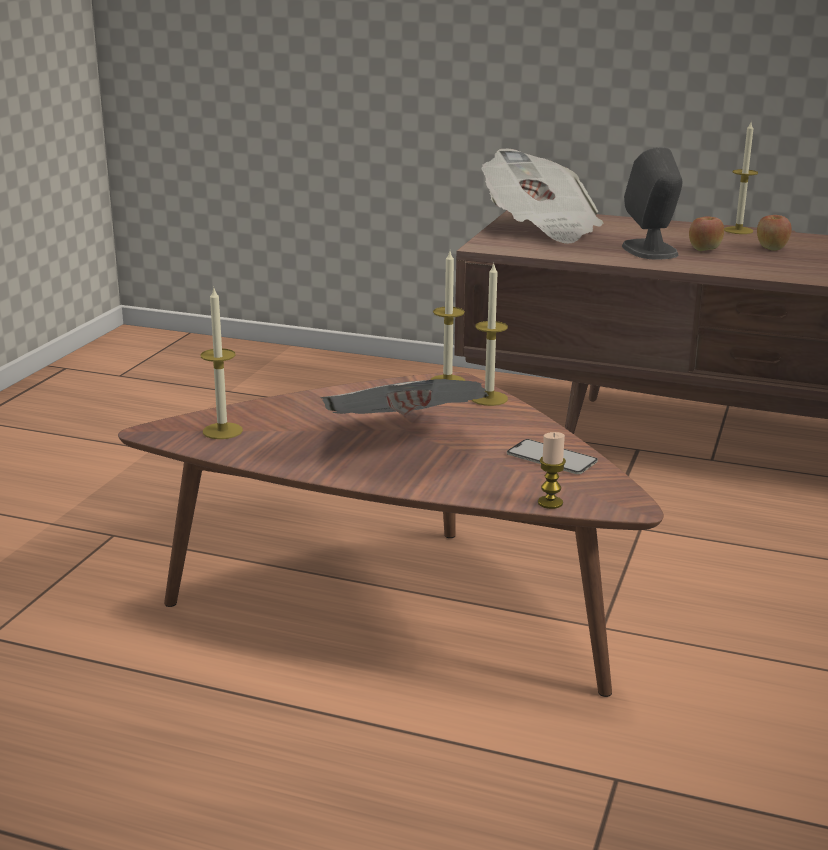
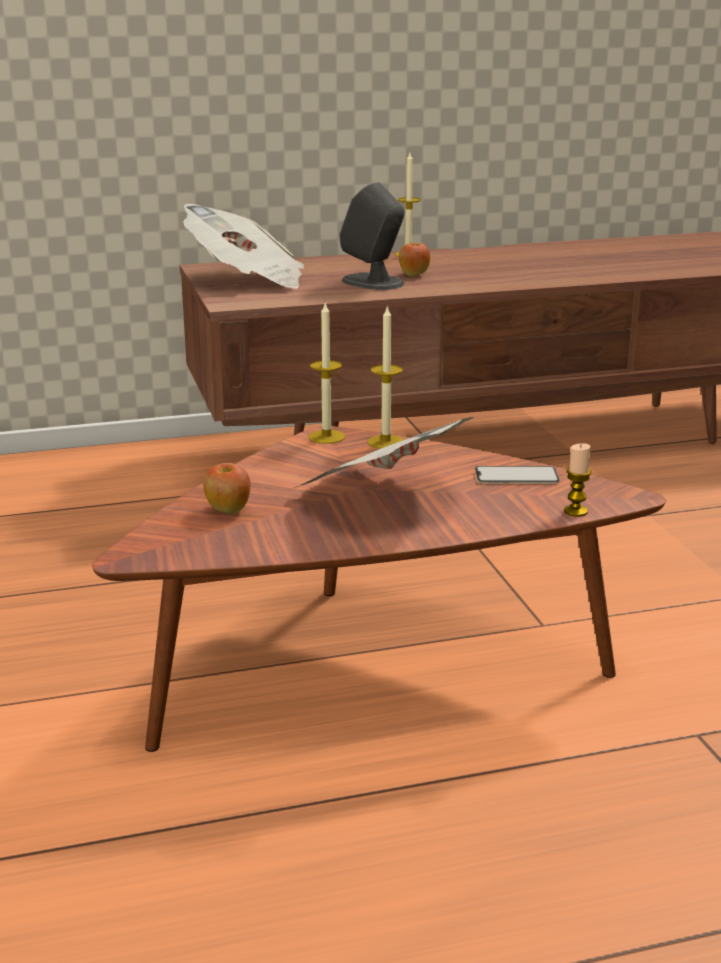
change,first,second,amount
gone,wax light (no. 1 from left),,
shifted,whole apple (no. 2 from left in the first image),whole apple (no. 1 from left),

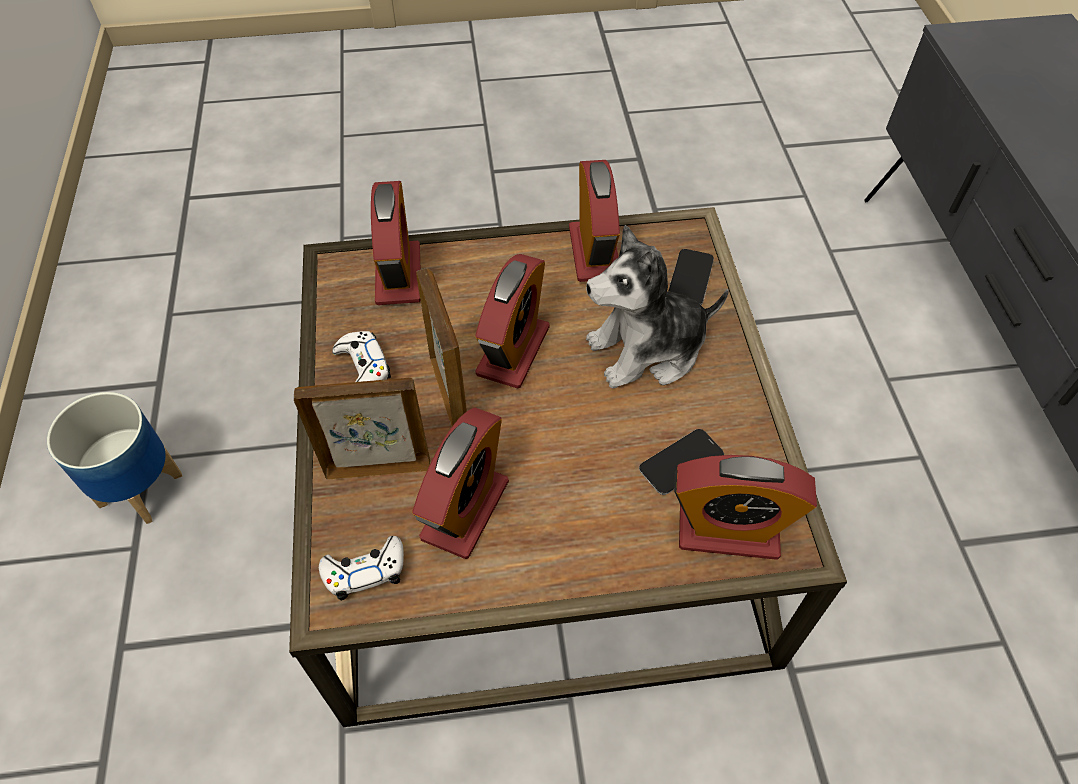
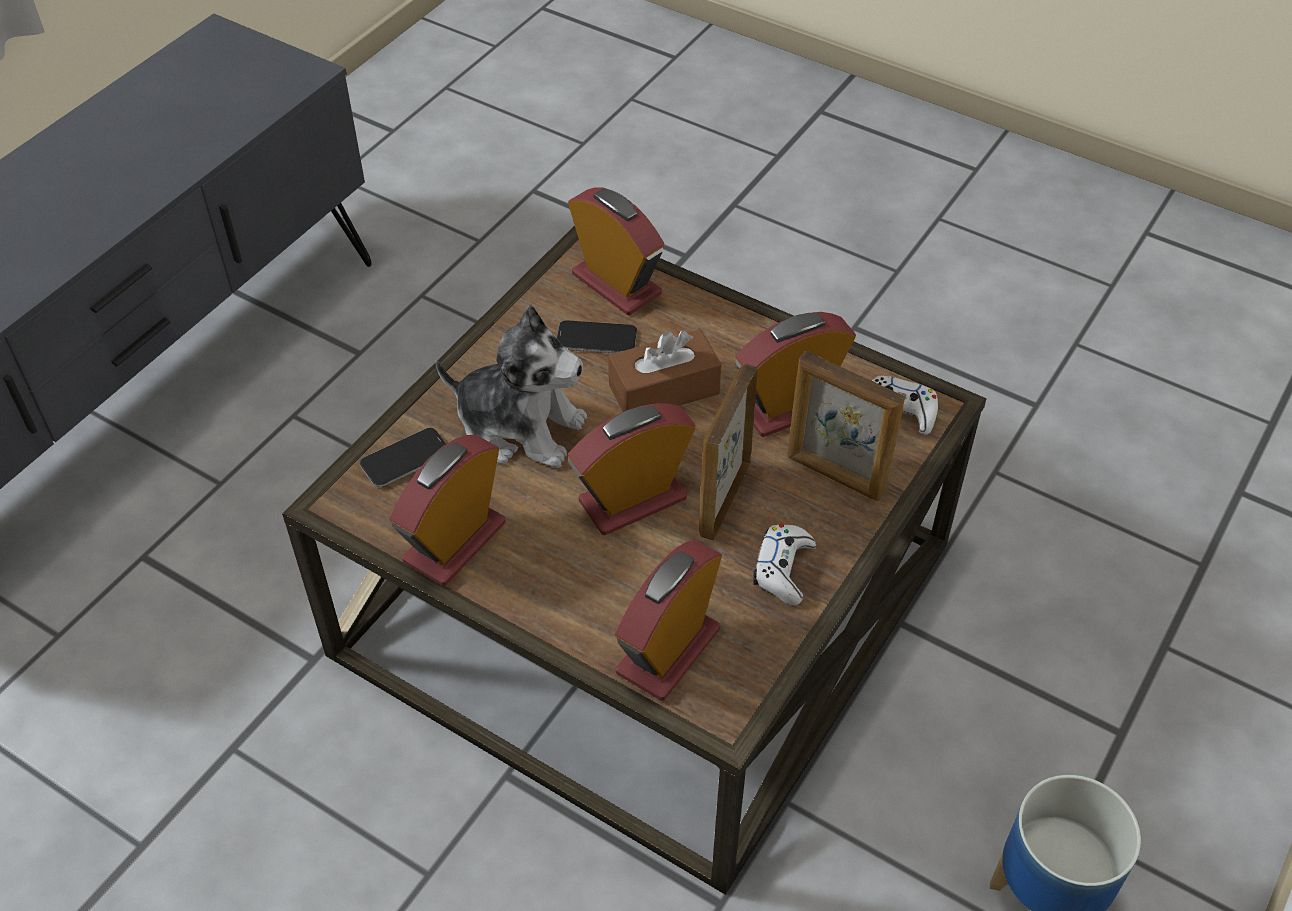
change,first,second,amount
new,,brownish box of tissues,

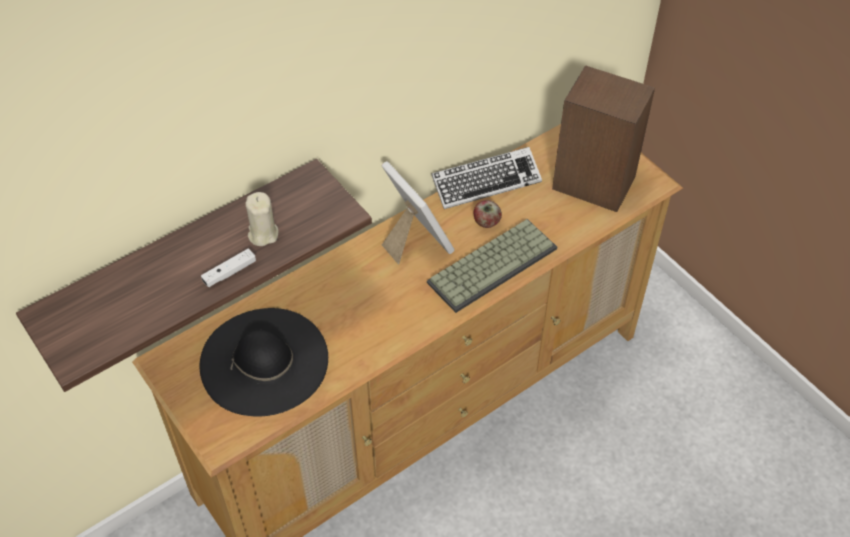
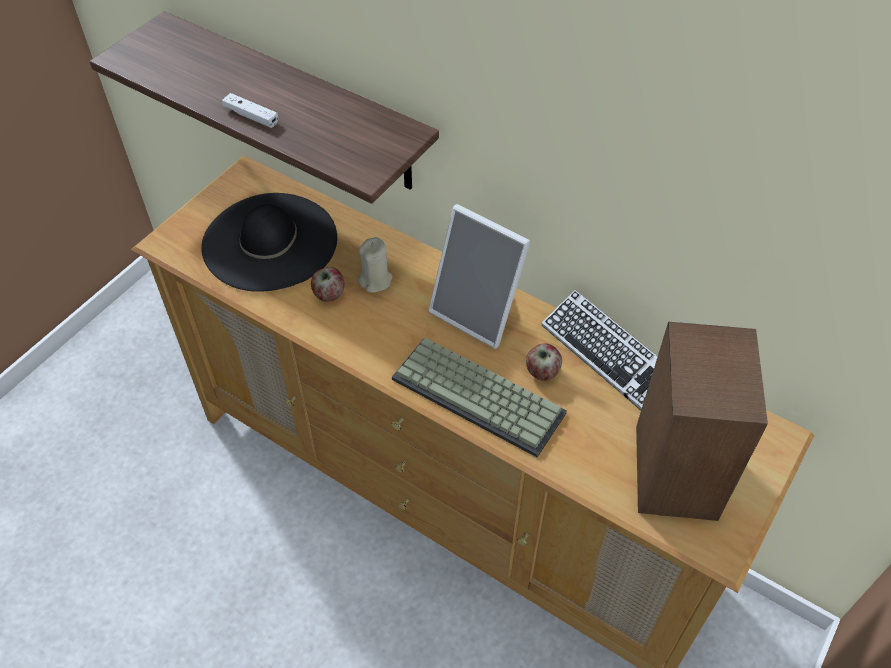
change,first,second,amount
new,,whole apple (no. 1 from left),
shifted,sand-coloured wax light,,
rotated,picture frame,,90 degrees clockwise

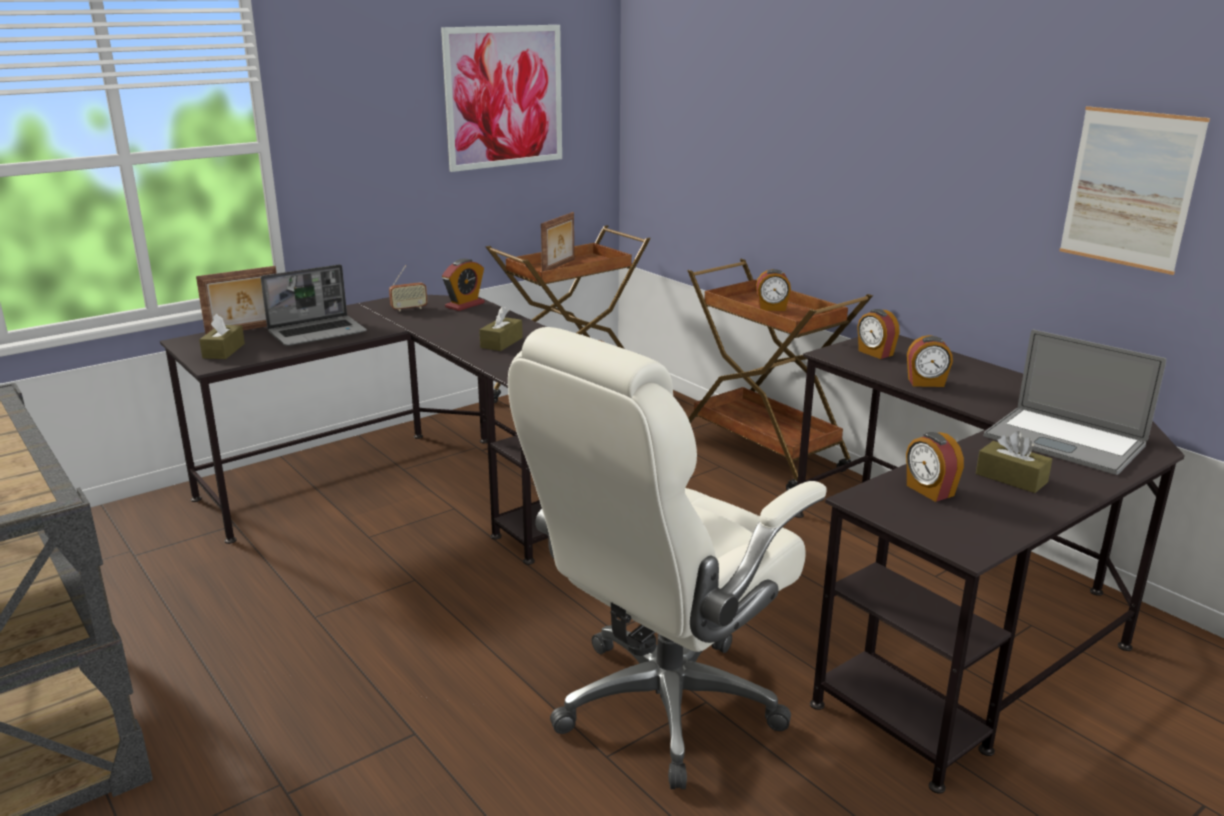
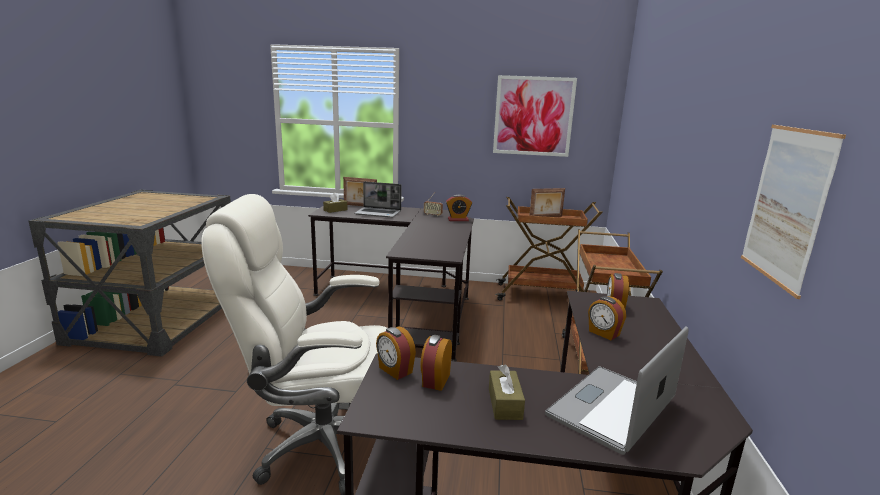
change,first,second,amount
gone,brownish box of tissues (no. 2 from left),,
shifted,alarm clock (no. 2 from left in the first image),alarm clock (no. 1 from left),
rotated,laptop (no. 2 from left),,45 degrees clockwise

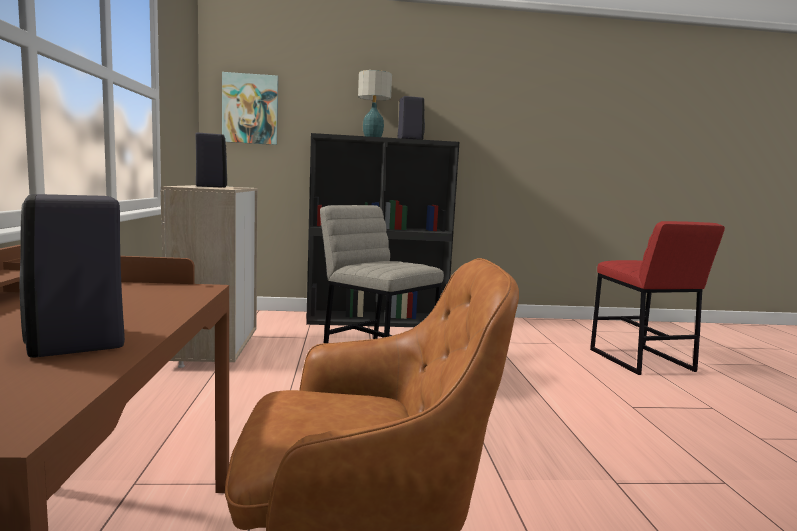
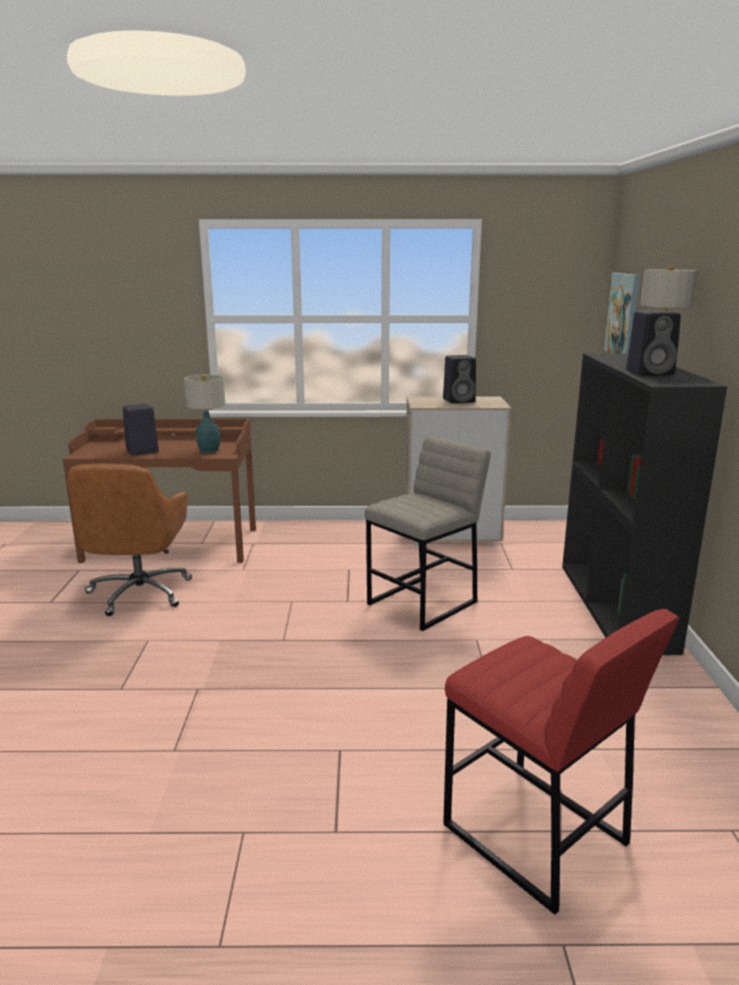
change,first,second,amount
new,,table lamp (no. 1 from left),
rotated,red-coloured plain chair,,120 degrees counterclockwise

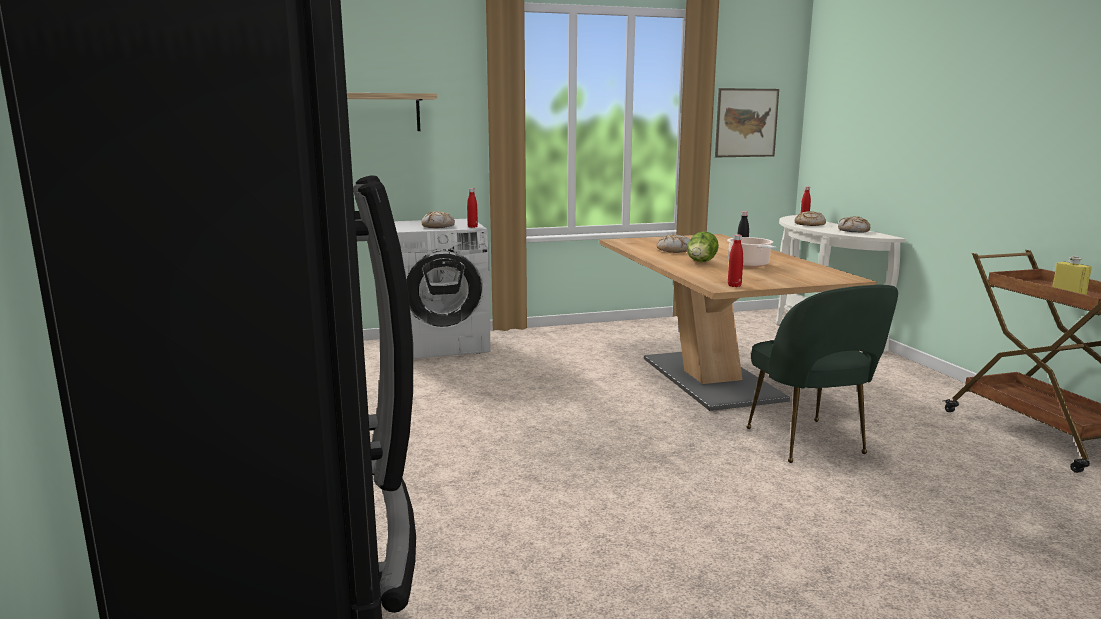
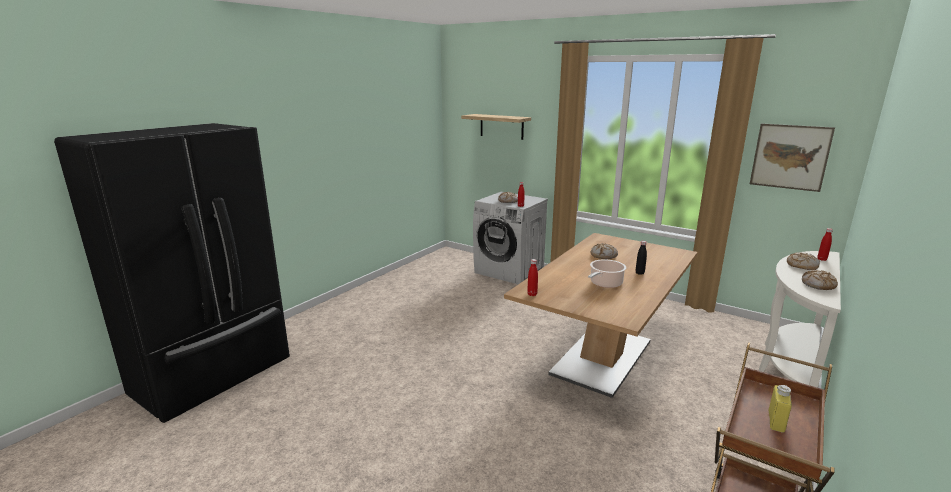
change,first,second,amount
gone,lettuce head,,
gone,green-coloured plain chair,,

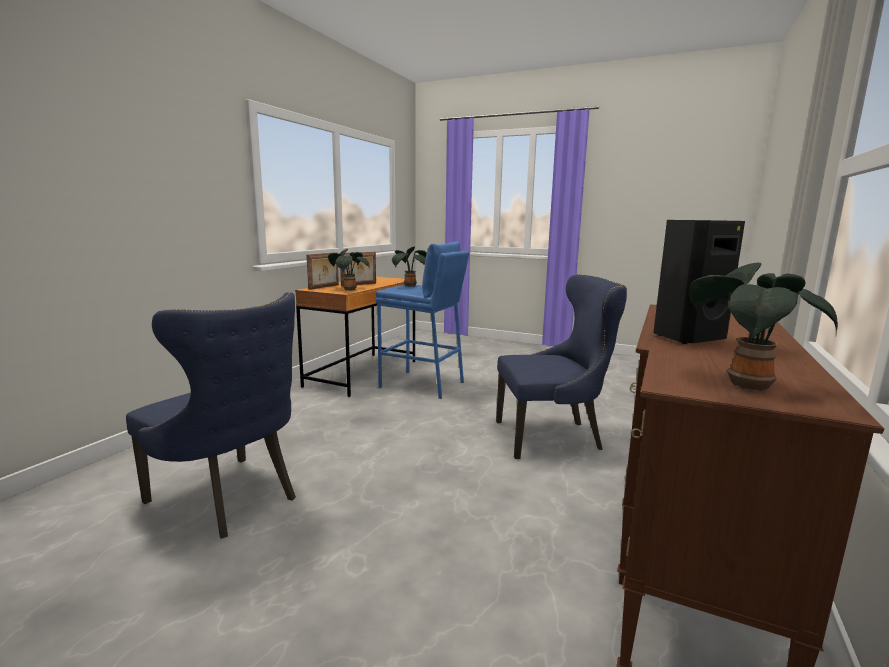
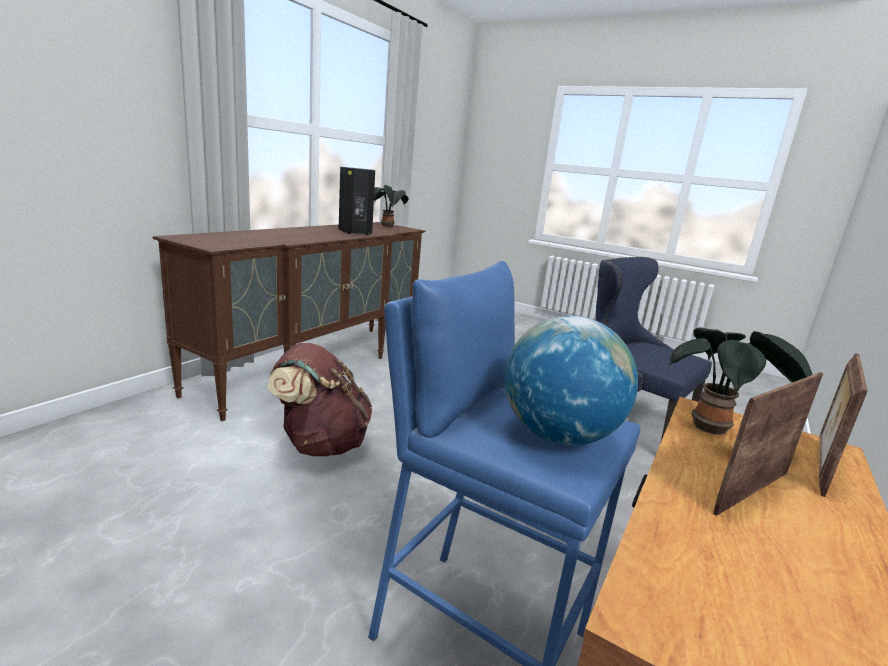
change,first,second,amount
swapped,plant in a pot (no. 2 from left),world globe,
swapped,bluish plain chair (no. 2 from left),brownish rucksack,

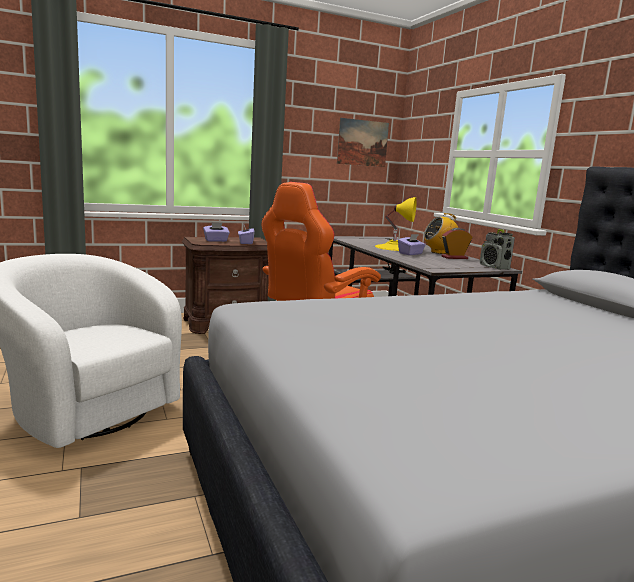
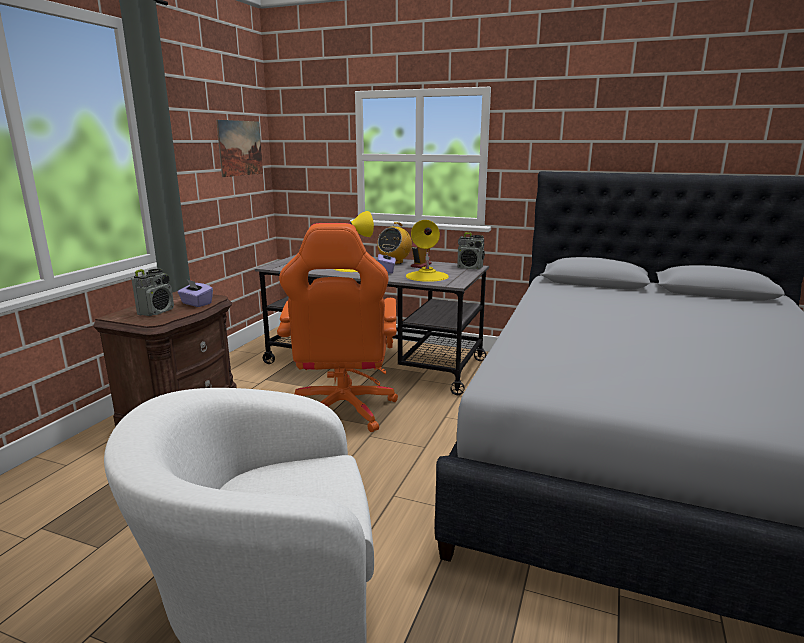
change,first,second,amount
new,,yellowish table lamp (no. 2 from left),
swapped,purple box of tissues (no. 1 from left),radio (no. 1 from left),

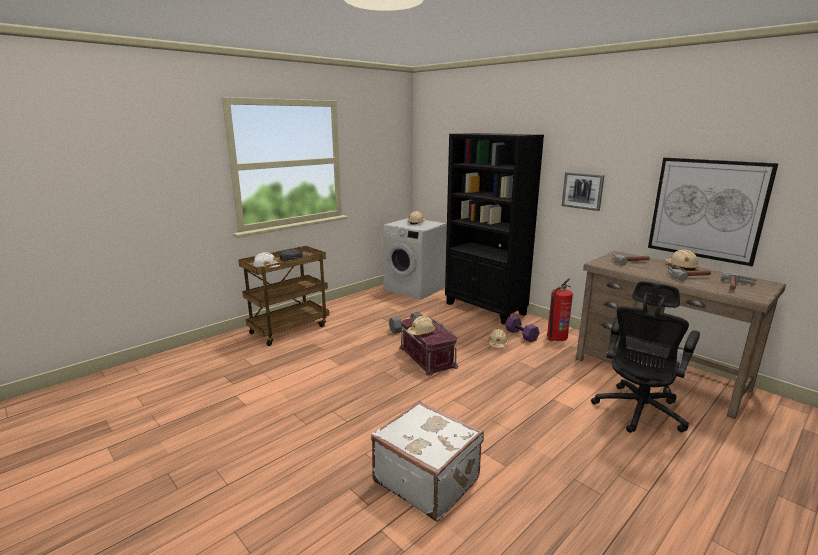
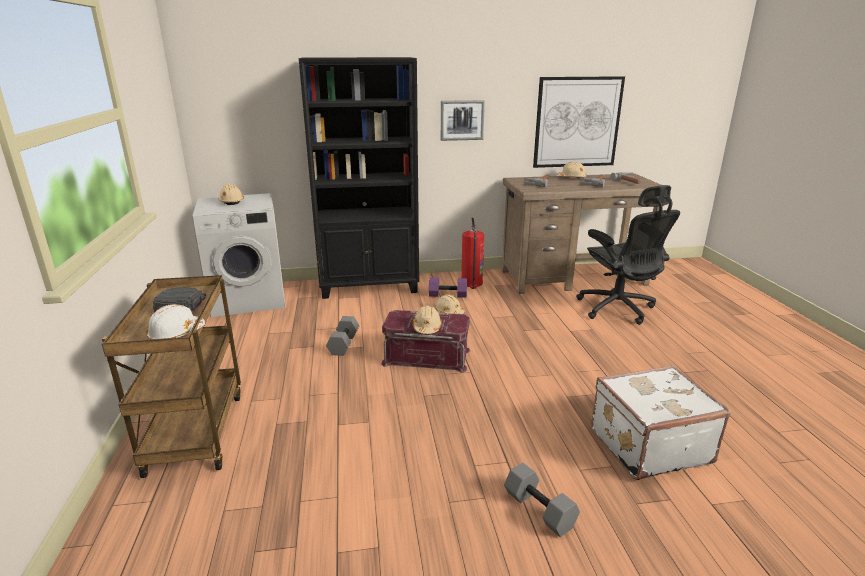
change,first,second,amount
new,,greyish dumbbell (no. 2 from left),

